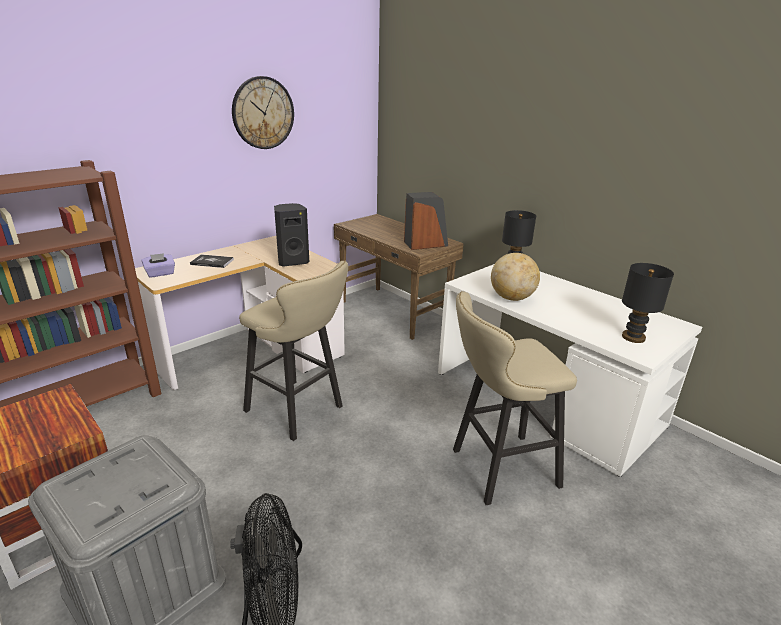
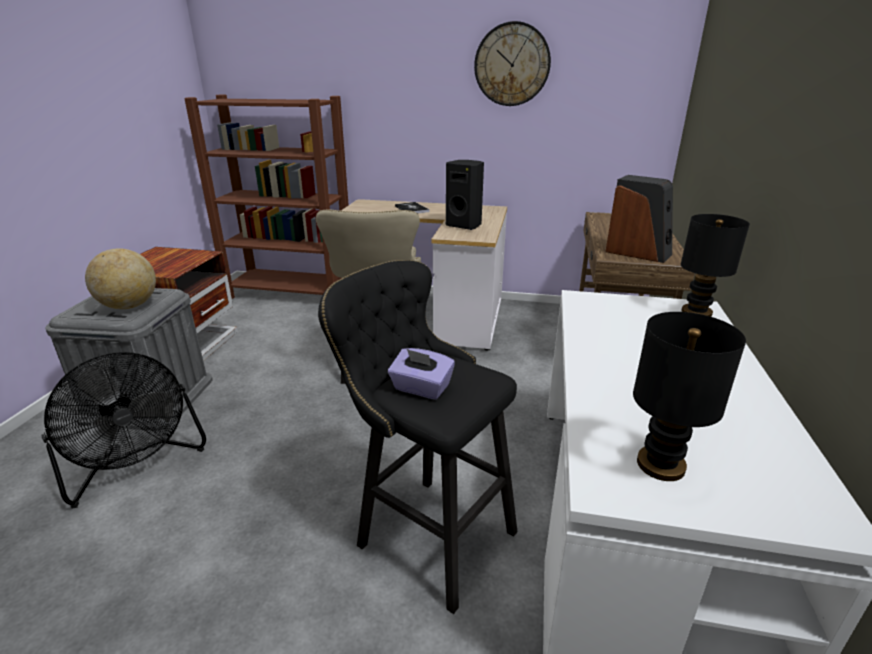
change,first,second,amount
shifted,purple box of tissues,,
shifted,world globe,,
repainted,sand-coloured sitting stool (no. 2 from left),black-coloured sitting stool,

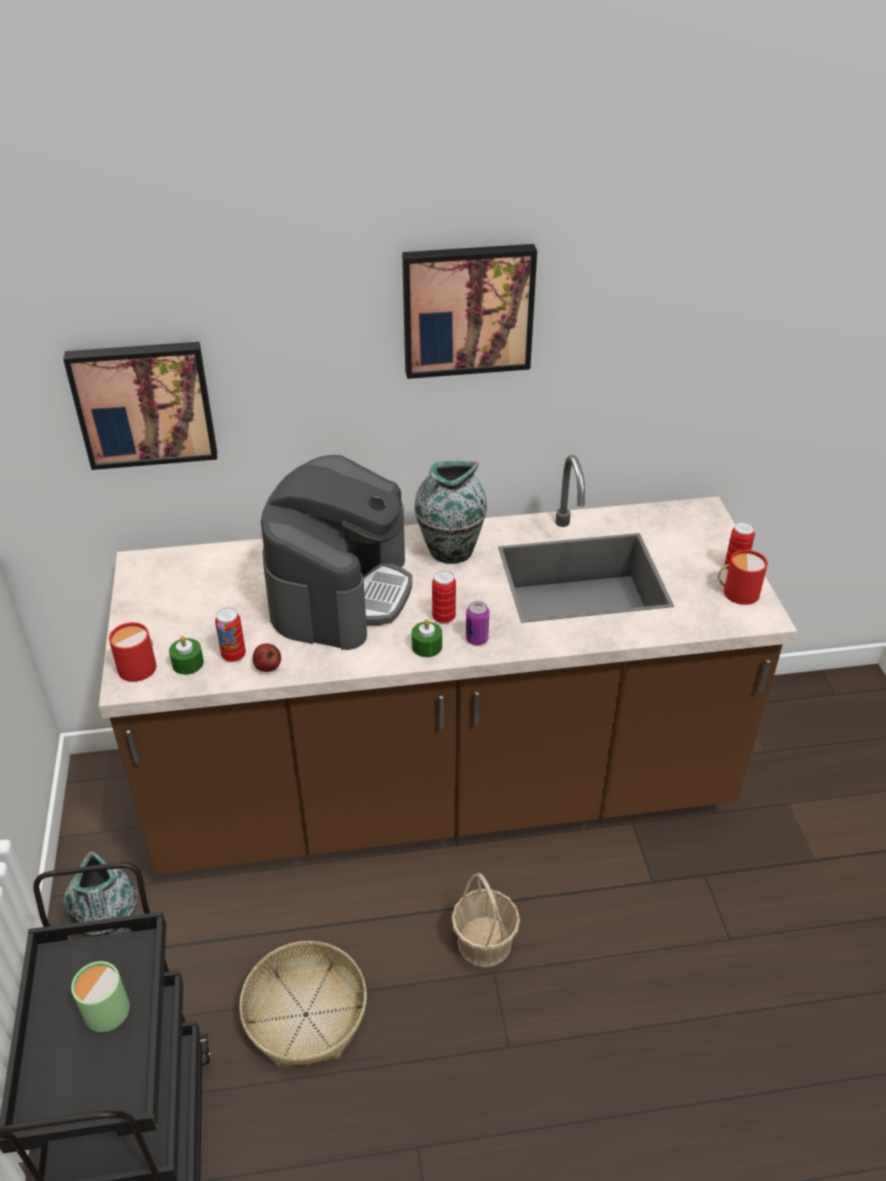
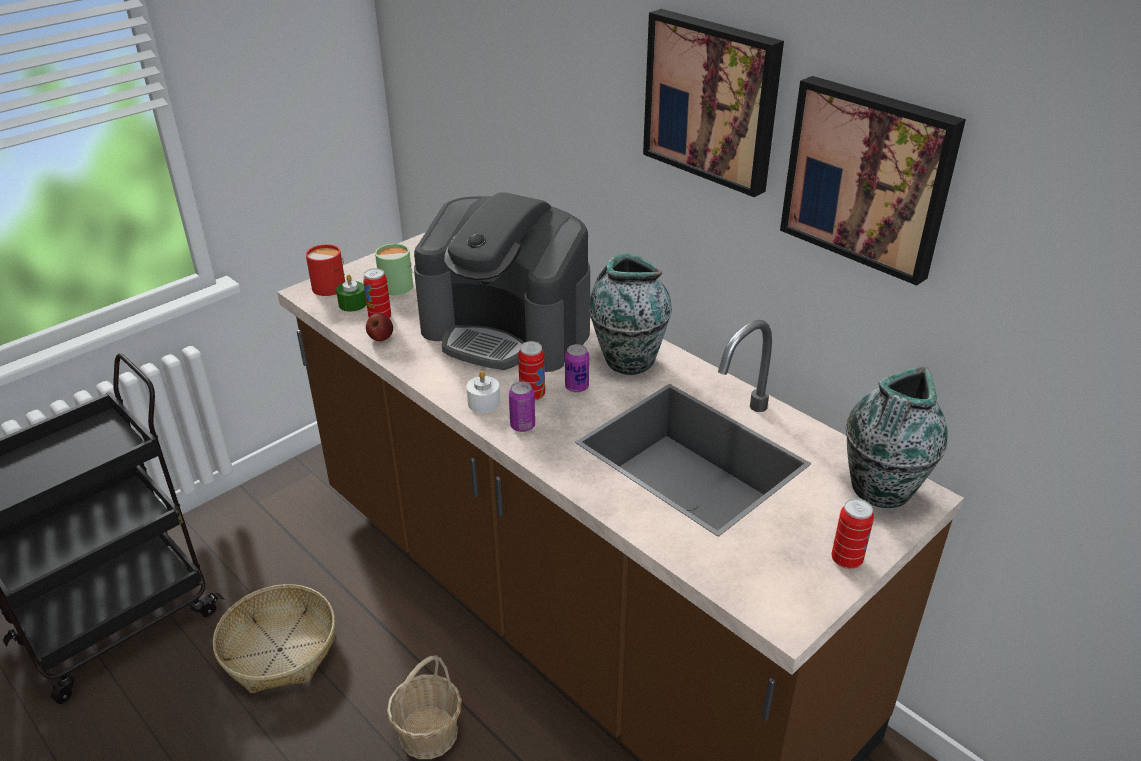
change,first,second,amount
gone,red-coloured mug (no. 2 from left),,
new,,can (no. 4 from left),
shifted,wall art (no. 1 from left in the first image),wall art (no. 2 from left),
shifted,decorative vase (no. 1 from left in the first image),decorative vase (no. 2 from left),
shifted,green-coloured mug,,
repainted,green-coloured wax light (no. 2 from left),white-coloured wax light,
rotated,coffee brewer,,45 degrees clockwise

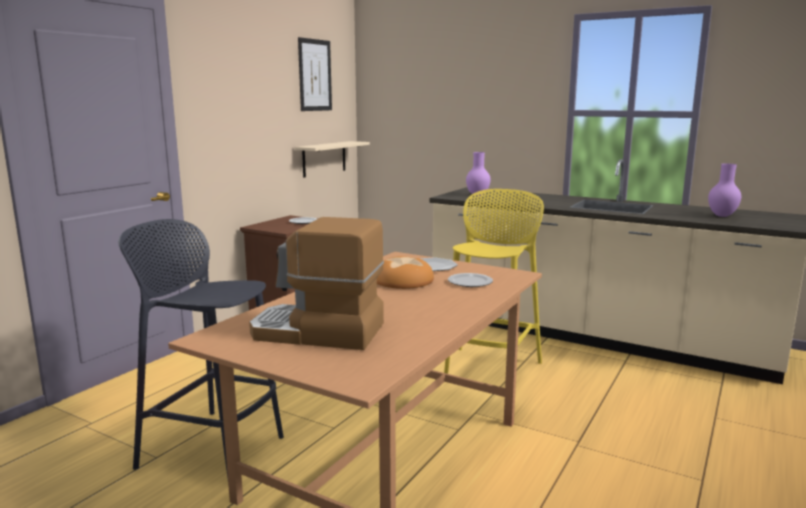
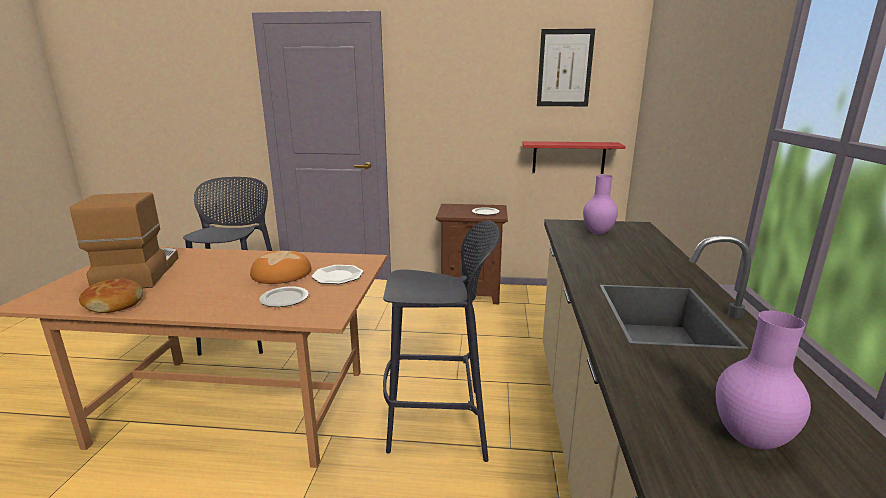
change,first,second,amount
new,,bread (no. 1 from left),
repainted,sand-coloured bracket shelf,red-coloured bracket shelf,
repainted,yellowish sitting stool,greyish sitting stool (no. 2 from left),

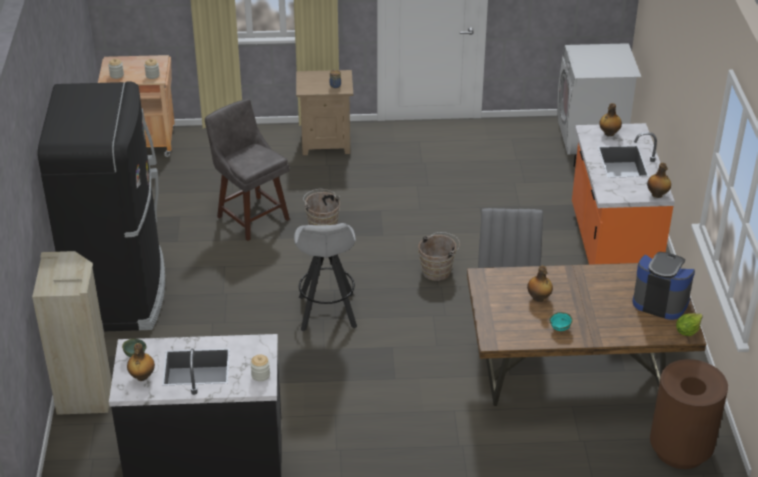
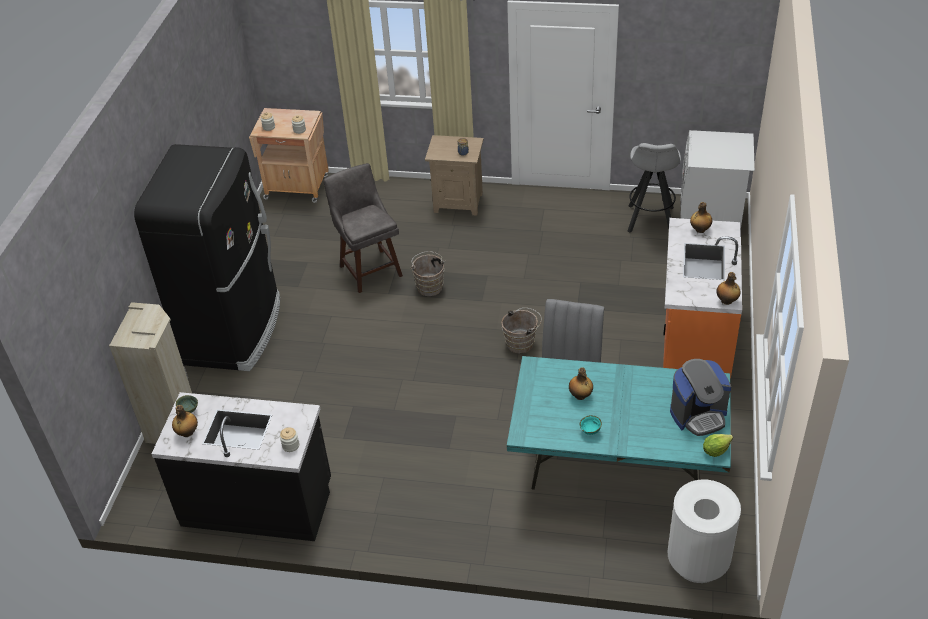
change,first,second,amount
shifted,greyish sitting stool (no. 2 from left),,
repainted,brownish dinner table,turquoise-coloured dinner table,
repainted,brownish trash can,white-coloured trash can,
rotated,coffee brewer,,120 degrees clockwise

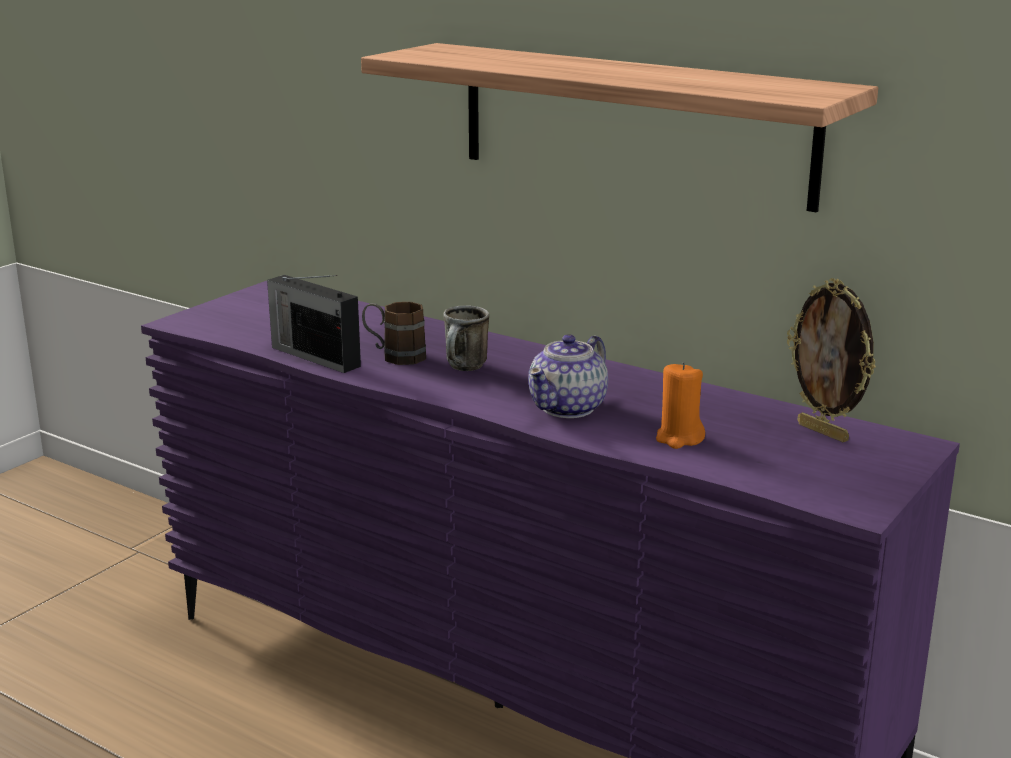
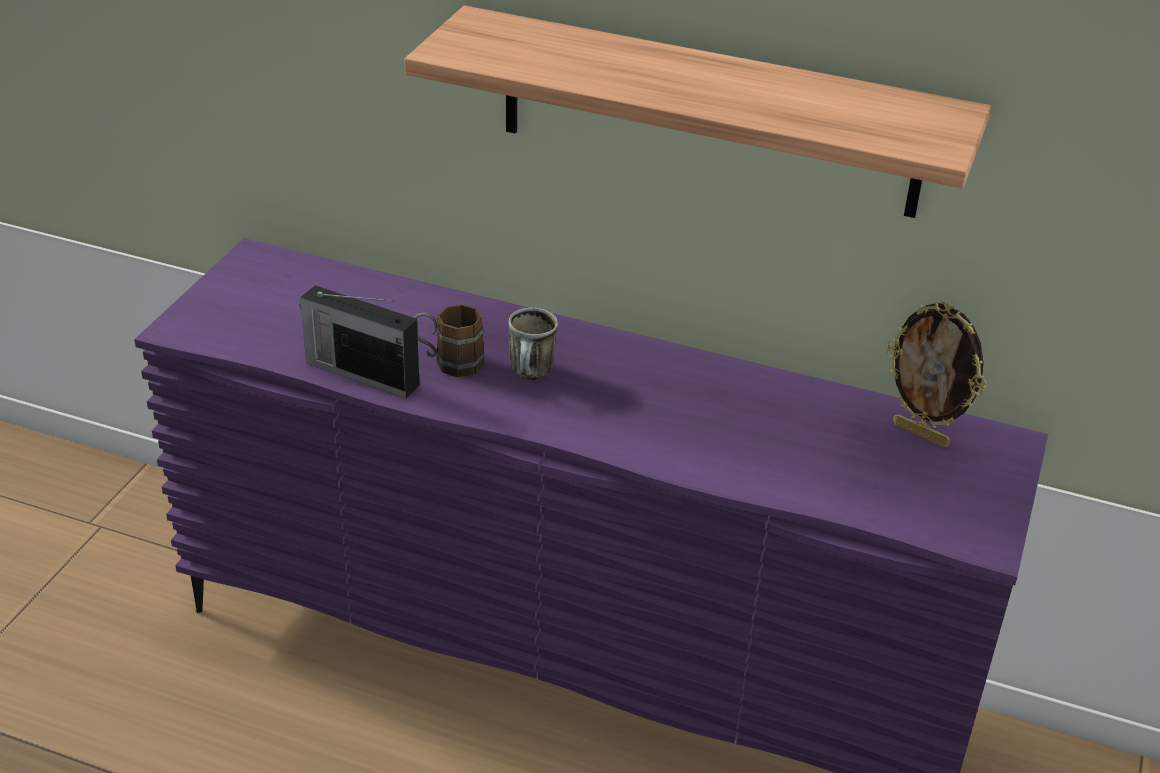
change,first,second,amount
gone,teapot,,
gone,orangey wax light,,

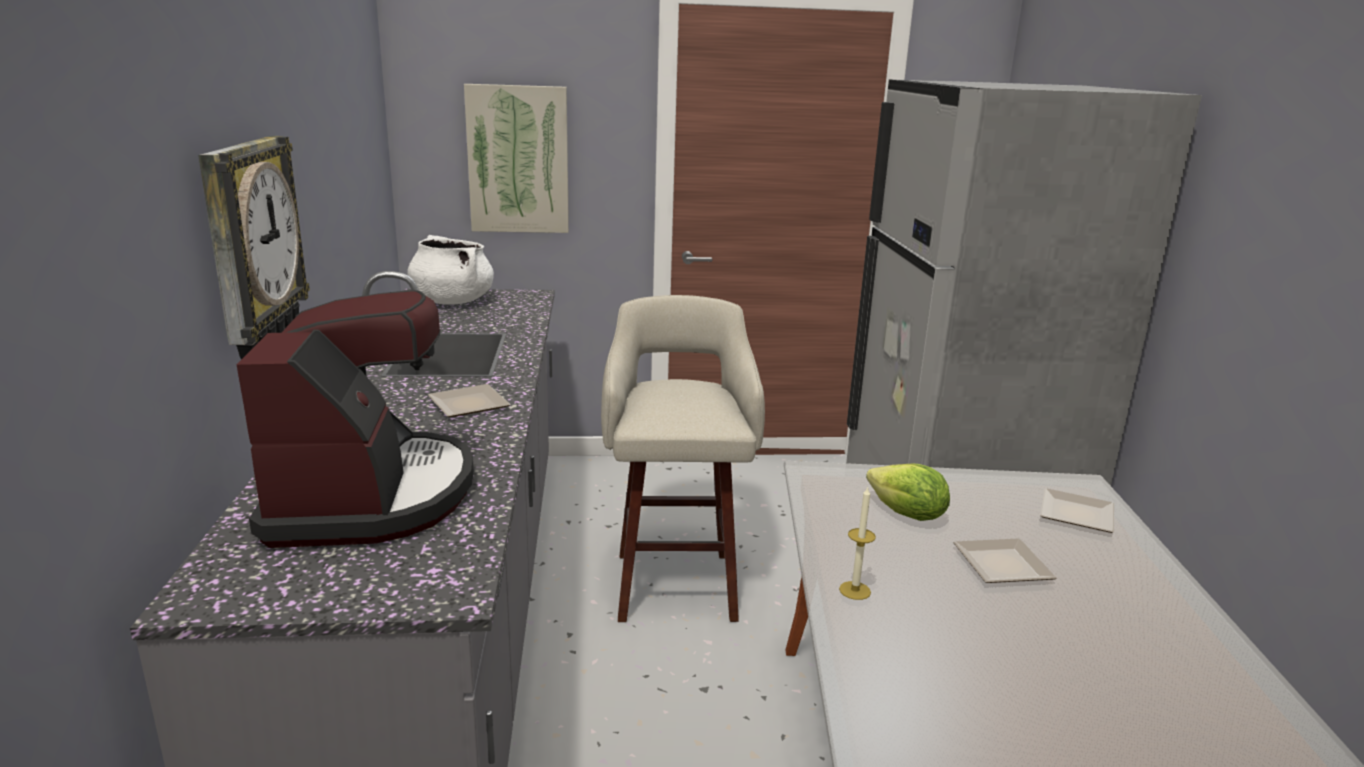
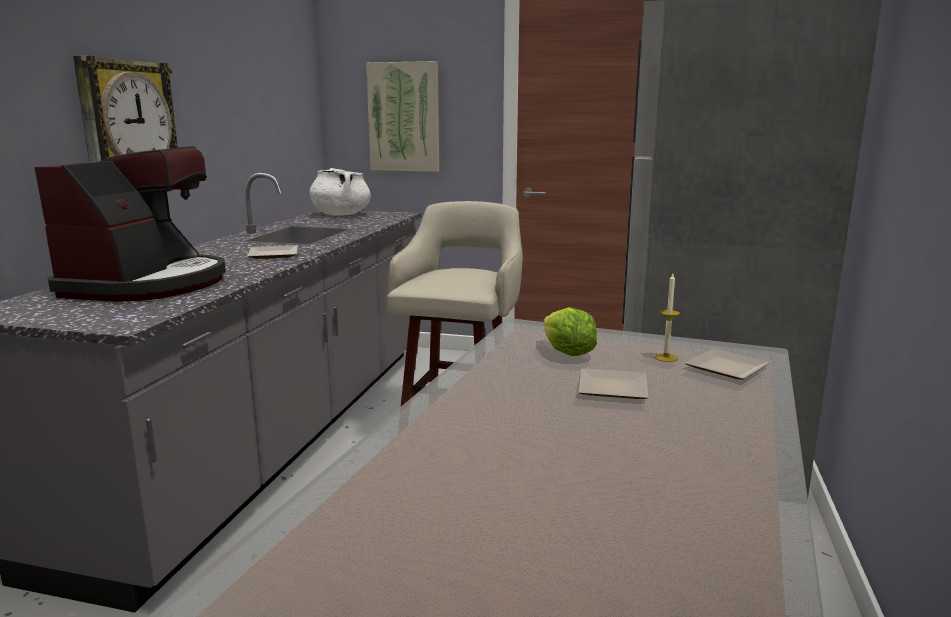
change,first,second,amount
shifted,wax light,,

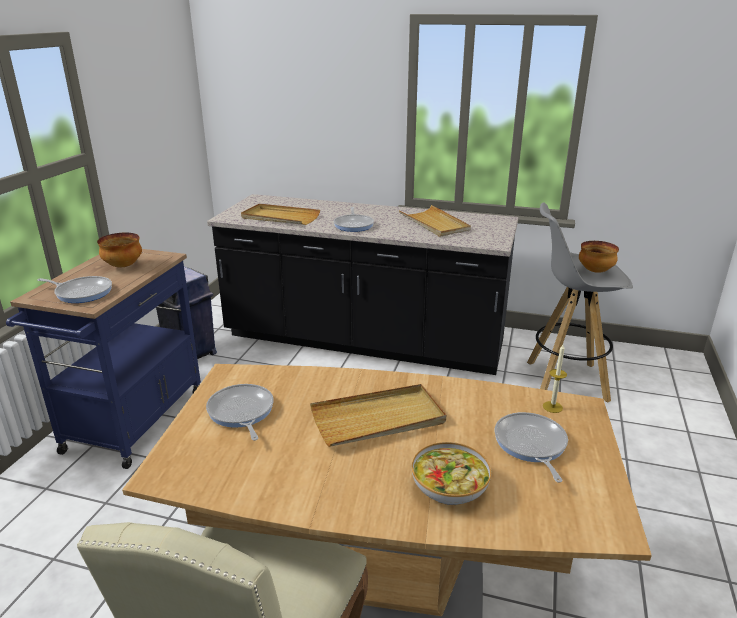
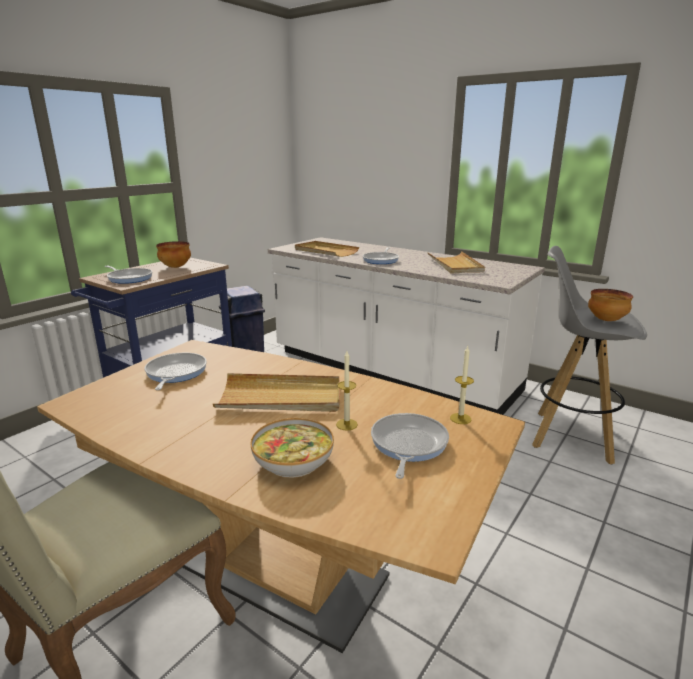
change,first,second,amount
new,,wax light (no. 1 from left),
repainted,black-coloured kitchen counter,white-coloured kitchen counter,

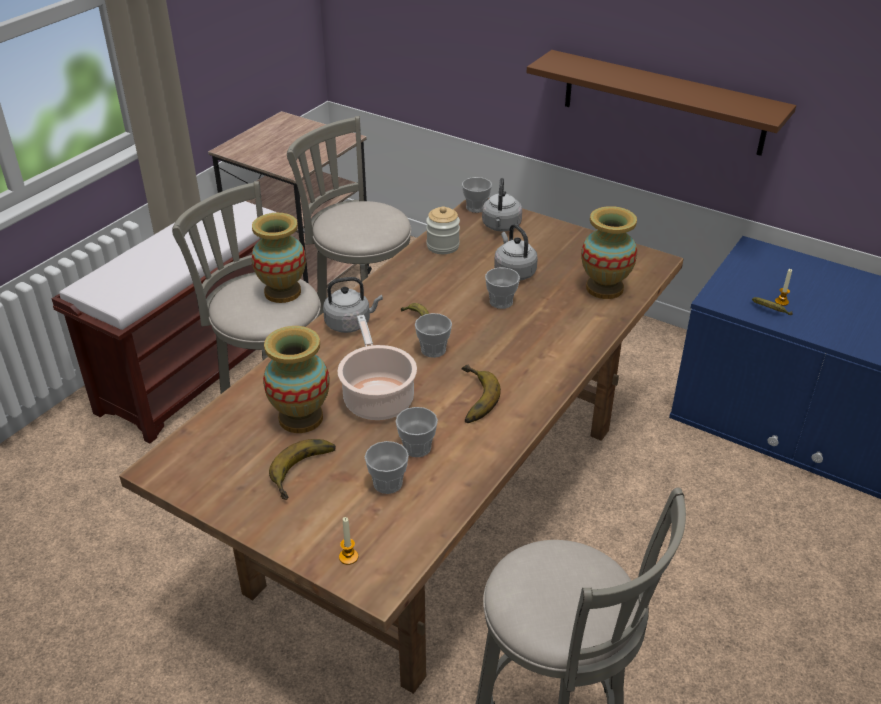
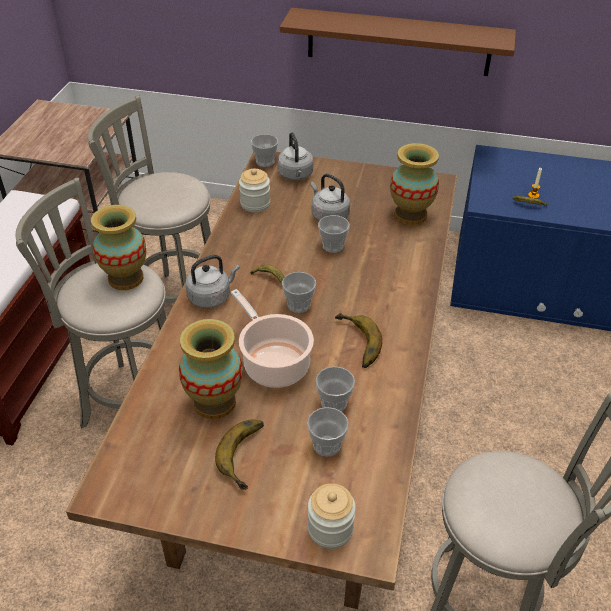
change,first,second,amount
swapped,wax light (no. 1 from left),preserve jar (no. 2 from left),

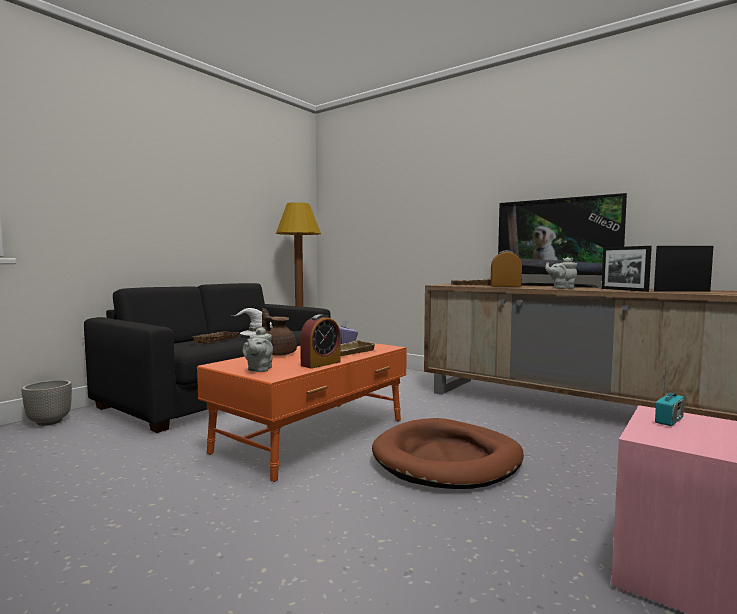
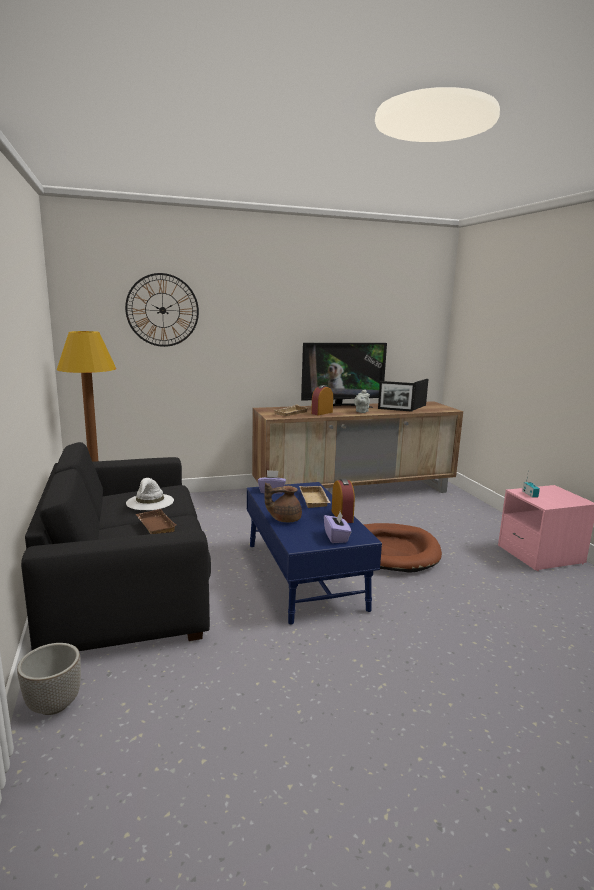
change,first,second,amount
new,,clock on the wall,
swapped,greyish teapot (no. 1 from left),purple box of tissues (no. 2 from left),
repainted,orangey coffee table,bluish coffee table,

